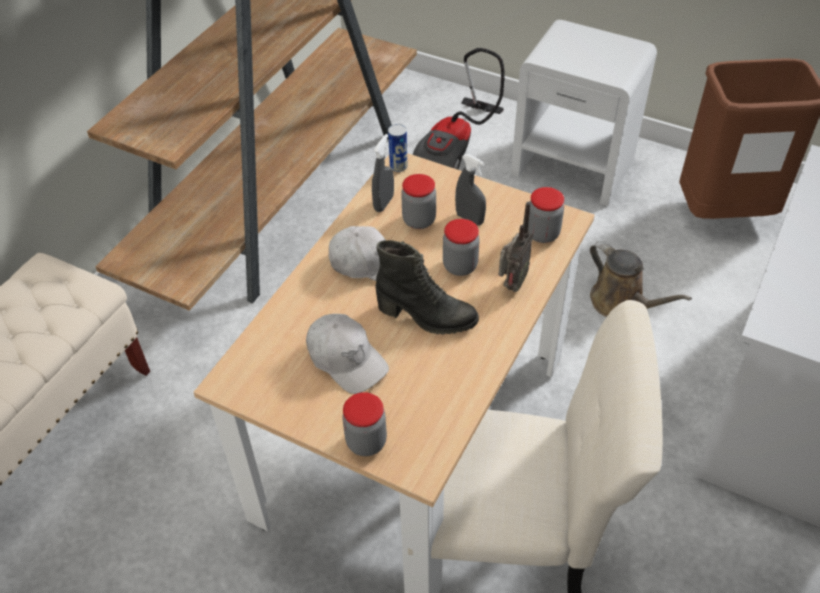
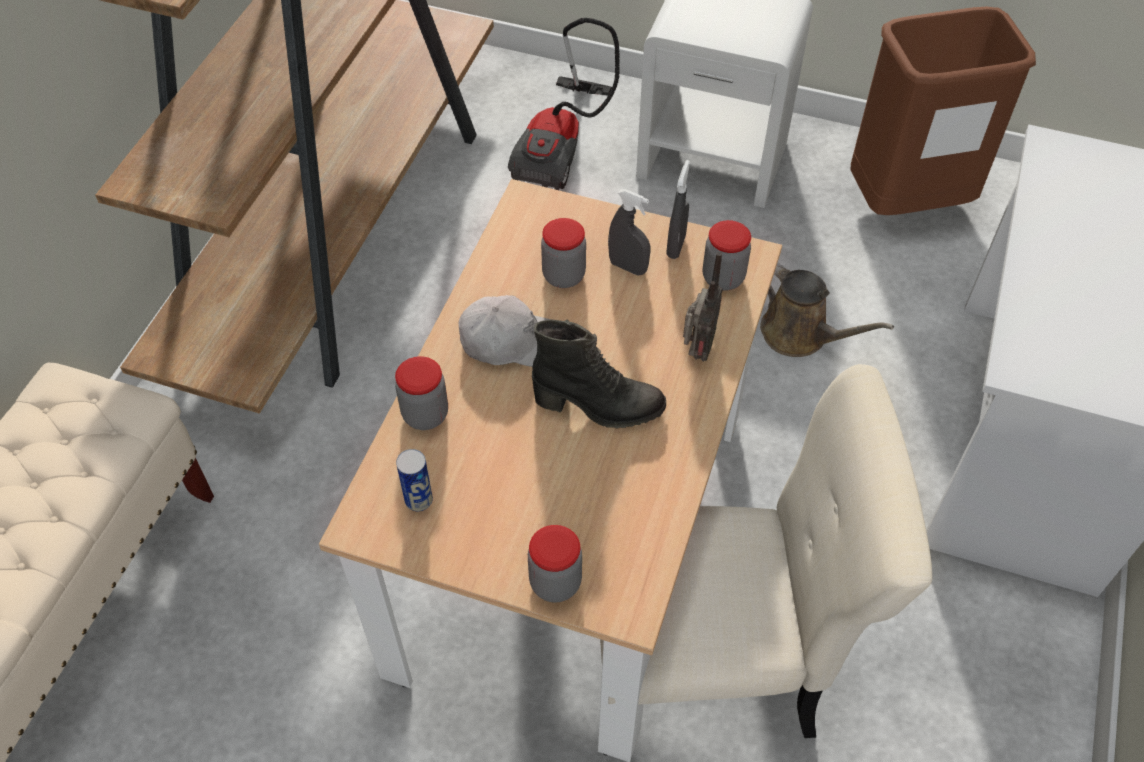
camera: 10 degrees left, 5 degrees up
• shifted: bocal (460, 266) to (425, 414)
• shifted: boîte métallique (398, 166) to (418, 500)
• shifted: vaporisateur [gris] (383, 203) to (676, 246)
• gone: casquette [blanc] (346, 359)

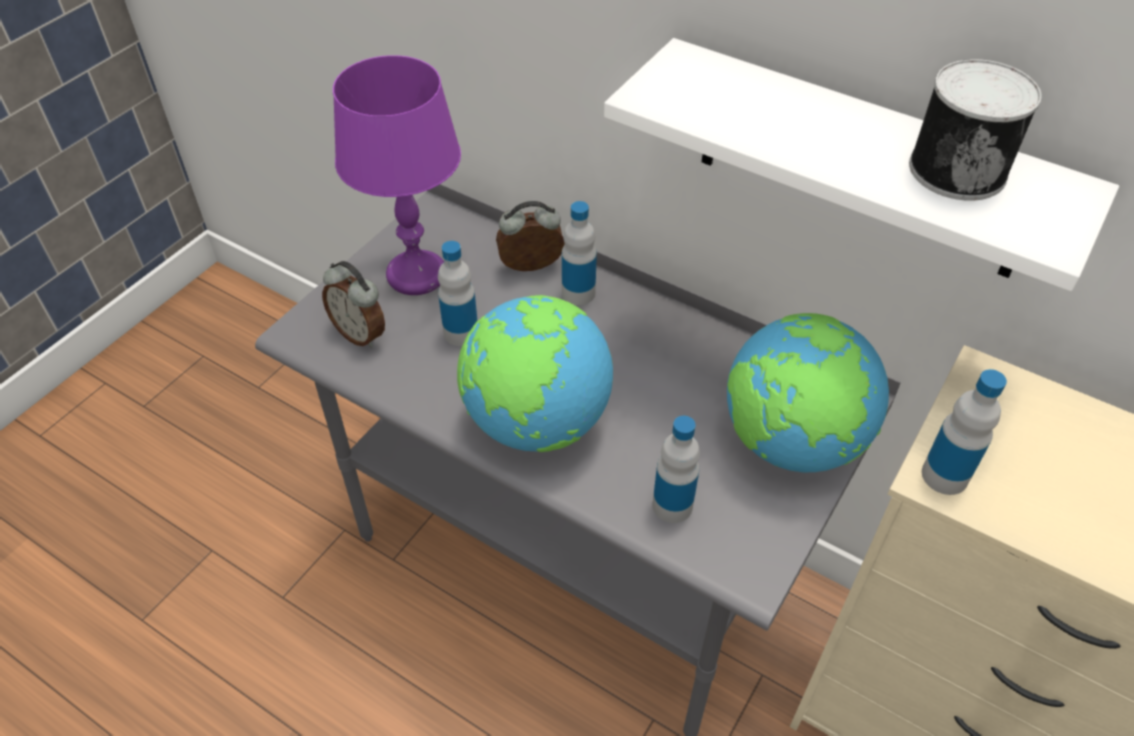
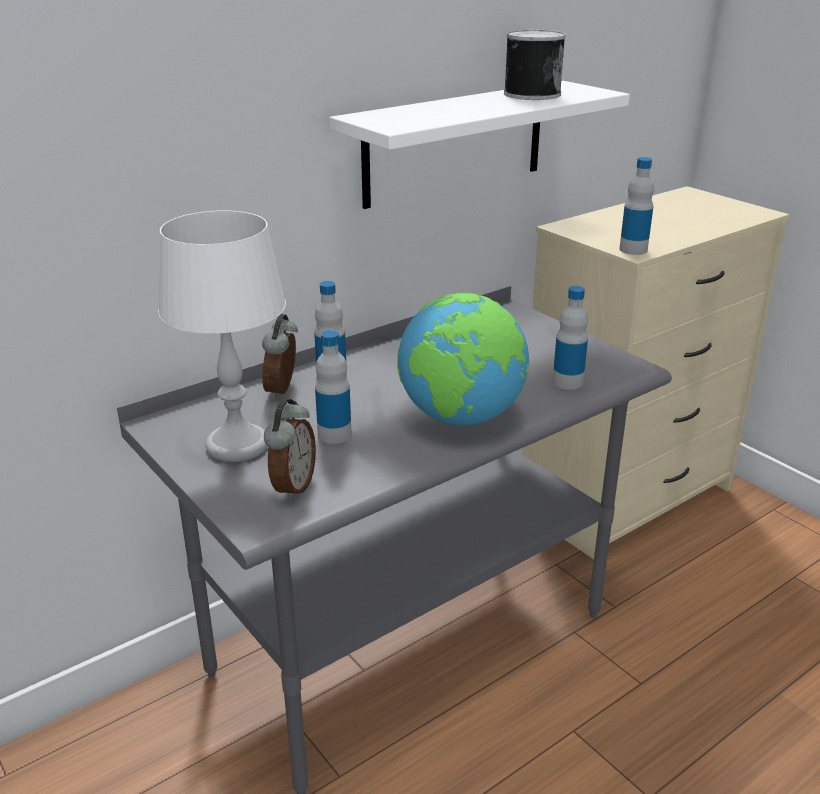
camera: 70 degrees left, 20 degrees down
• repainted: lampe de table [violet] (417, 275) to lampe de table [blanc] (238, 445)
• rotated: réveil (361, 334) = (292, 487) 45 degrees counterclockwise
• gone: globe (791, 442)

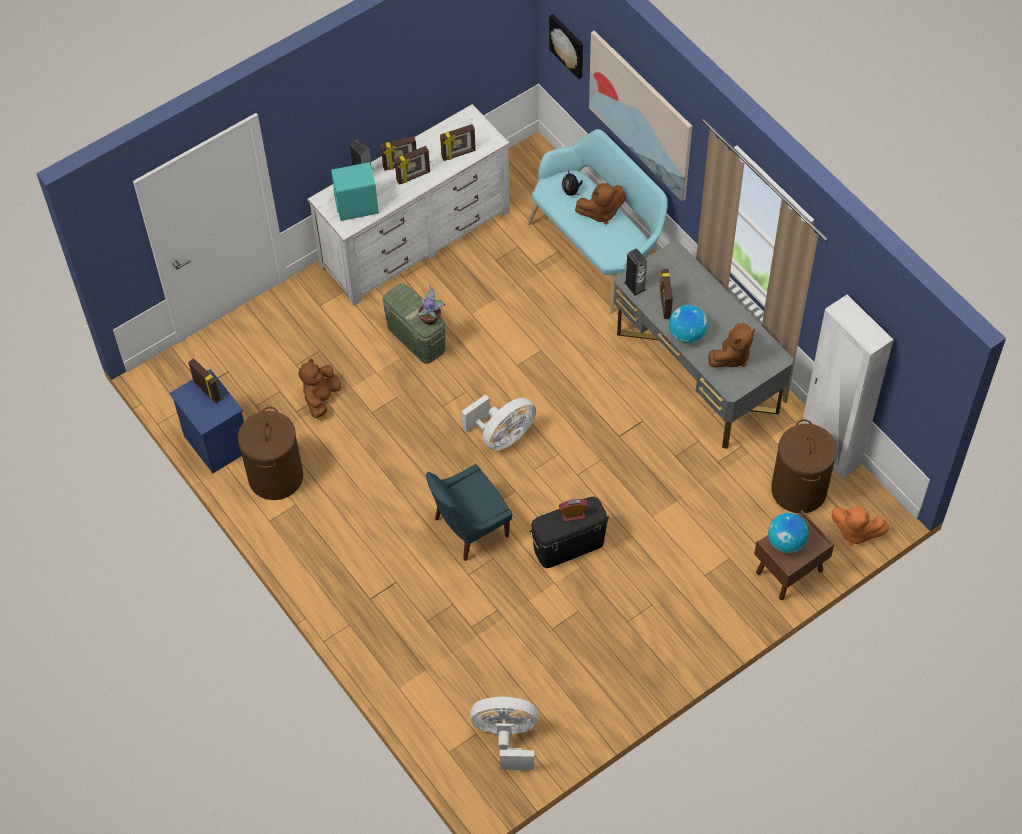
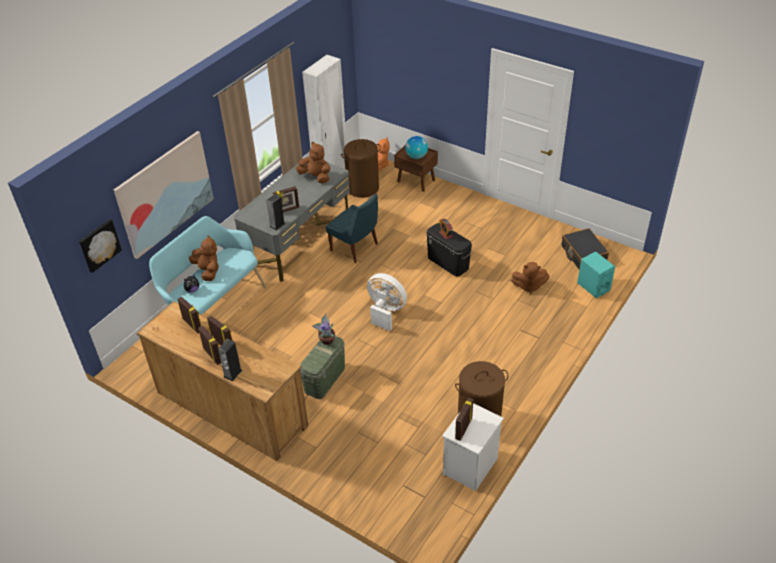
camera: 110 degrees left, 15 degrees down
• repainted: commode [blanc] (415, 238) to commode [marron] (231, 409)
• shifted: chaise [bleu] (468, 529) to (355, 248)
• repainted: table de chevet [bleu] (215, 443) to table de chevet [blanc] (470, 467)
• shifted: peluche [marron] (321, 398) to (529, 286)
• swapped: ventilateur [blanc] (507, 737) to valise [noir] (583, 254)
• shifted: enceinte [turquoise] (357, 206) to (593, 287)
• gone: globe (686, 334)

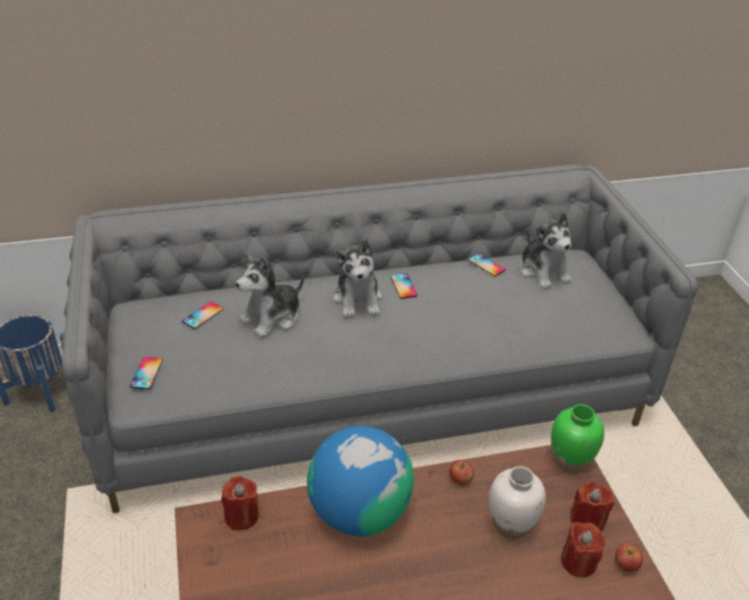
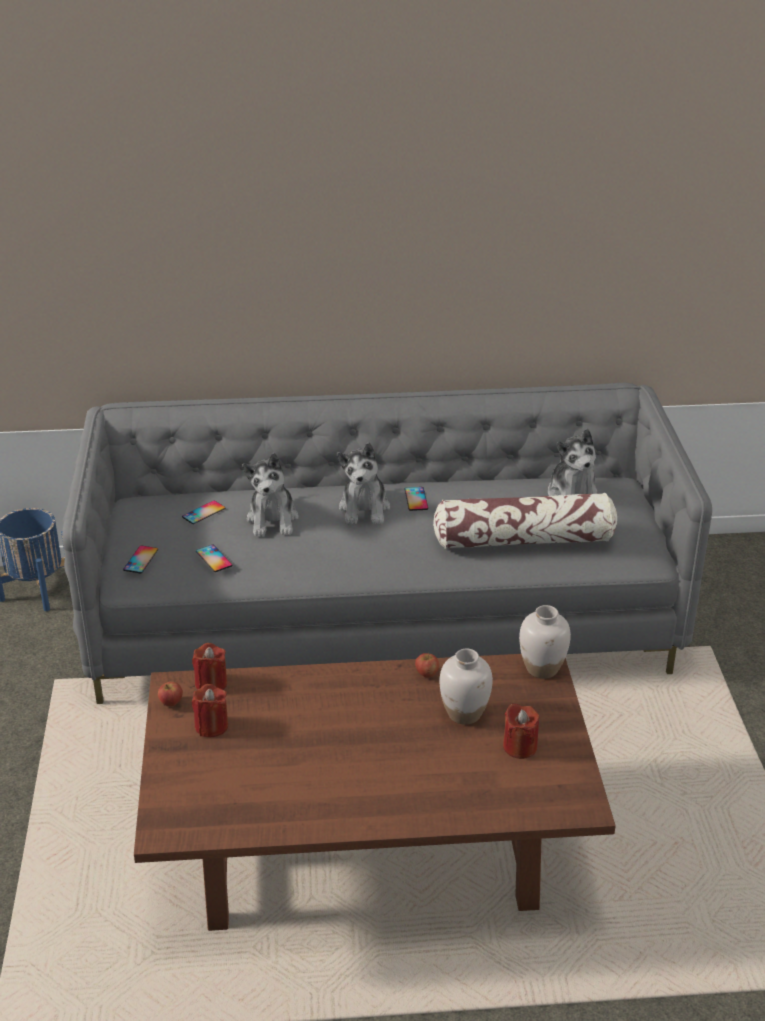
camera: 10 degrees right, 5 degrees down
• shifted: pomme (626, 565) to (171, 703)
• shifted: bougie [rouge] (587, 521) to (211, 726)
• shifted: téléphone (486, 265) to (214, 558)
• rotated: peluche (272, 318) = (273, 519) 60 degrees counterclockwise
• new: coussin (524, 540)
• repainted: vase [vert] (570, 462) to vase [blanc] (542, 669)
• gone: globe (359, 513)

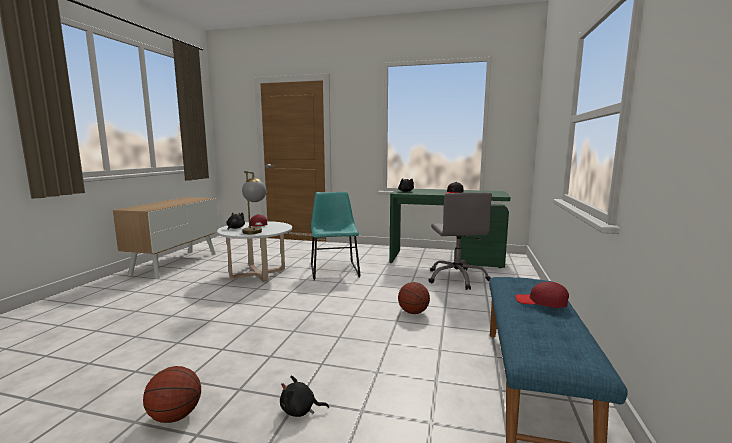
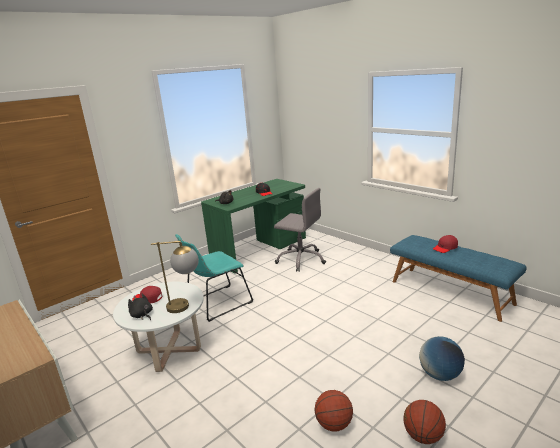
camera: 55 degrees left, 10 degrees up
• rotated: chaise [turquoise] (334, 269) = (217, 303) 60 degrees counterclockwise
• shifted: ballon de basket (413, 312) to (334, 424)
• swapped: peluche [noir] (300, 410) to globe (440, 375)

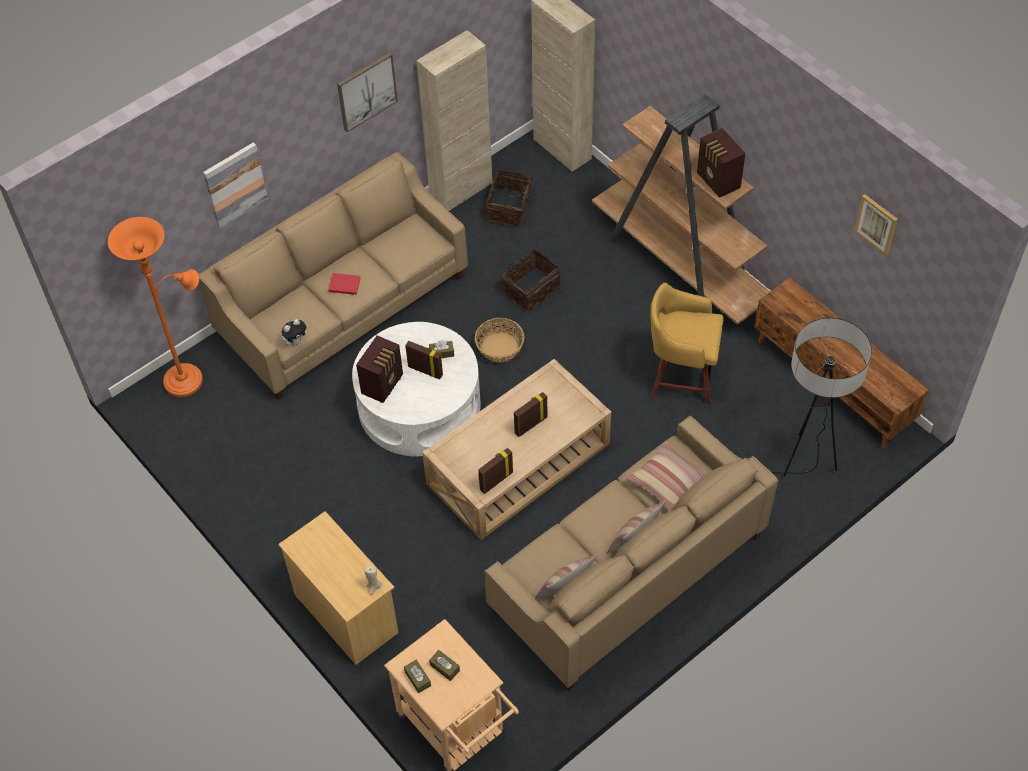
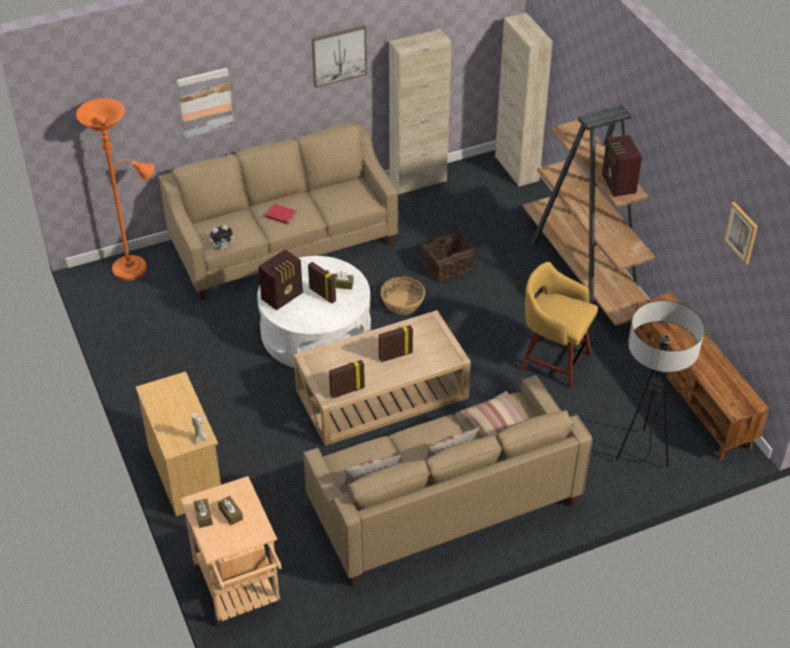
camera: 15 degrees right, 10 degrees down
• gone: panier (509, 208)

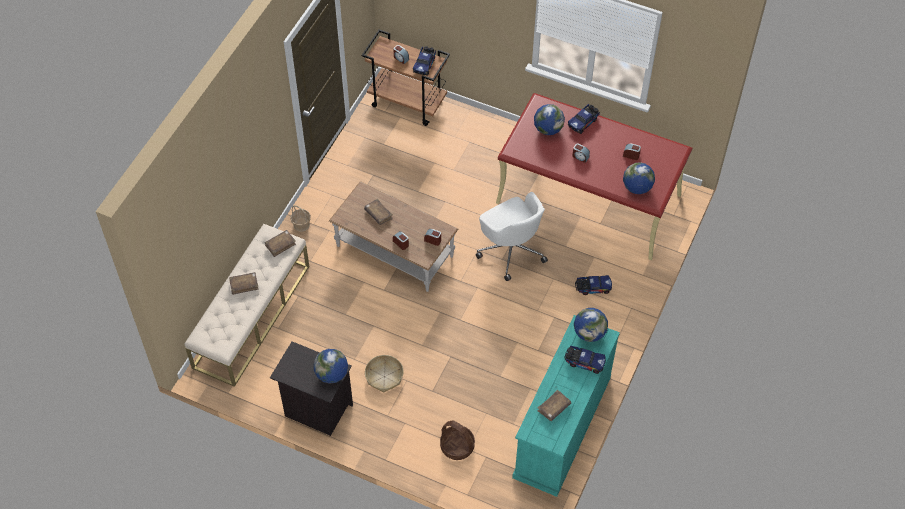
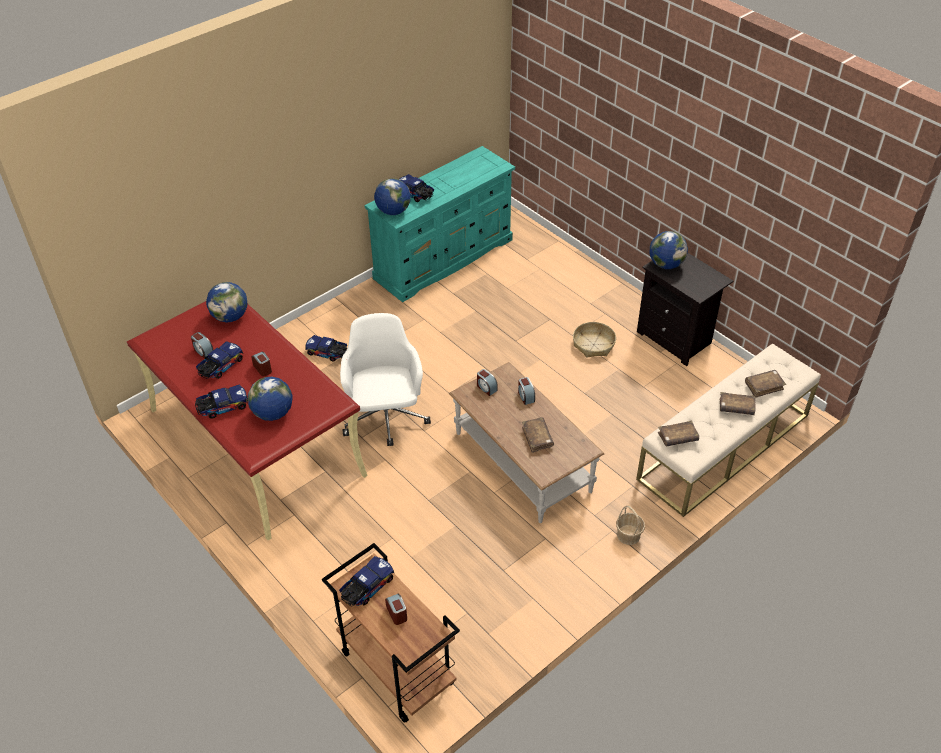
camera: 155 degrees left, 10 degrees down
• new: camion jouet (220, 367)
• shifted: livre [marron] (554, 408) to (764, 386)
• gone: panier (457, 446)

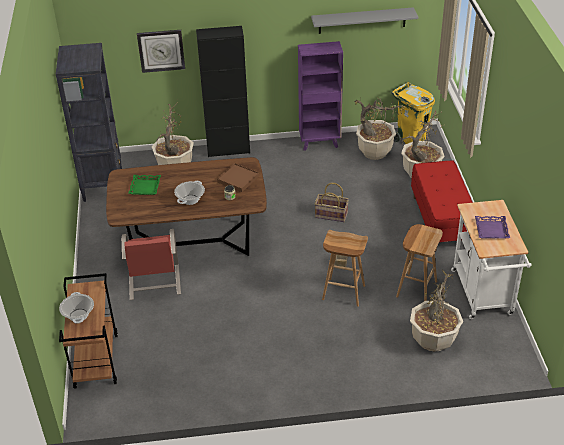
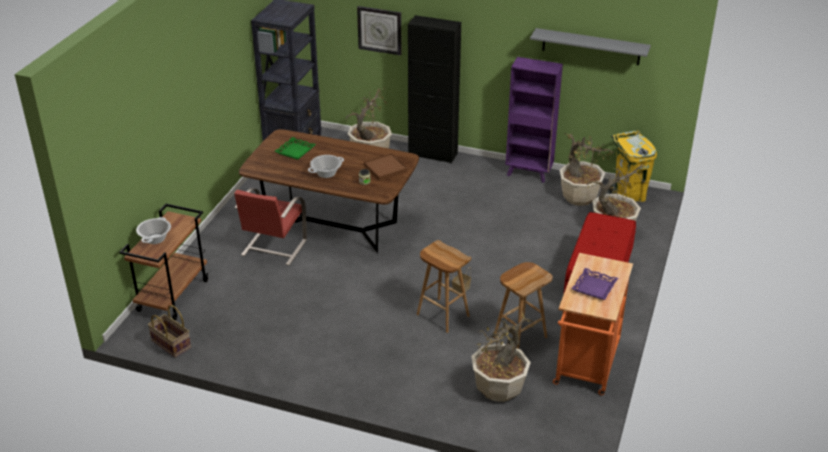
camera: 25 degrees right, 5 degrees down
• shifted: panier (331, 215) to (170, 345)
• repainted: chariot [blanc] (483, 296) to chariot [orange] (586, 367)

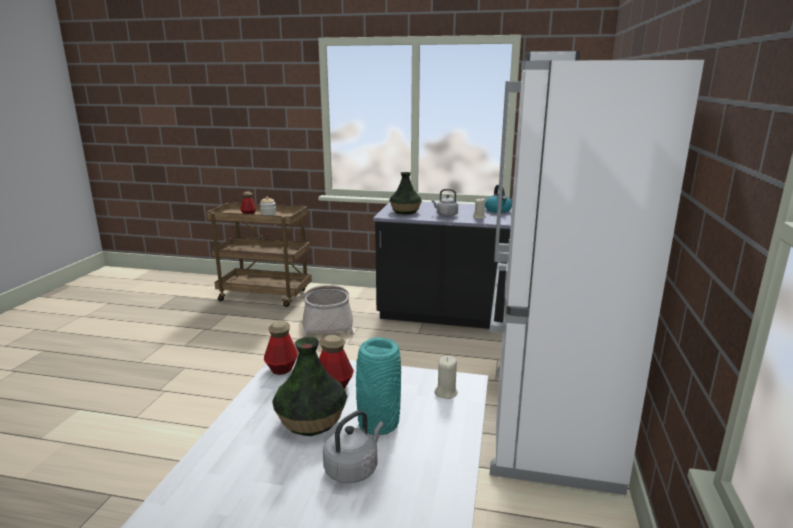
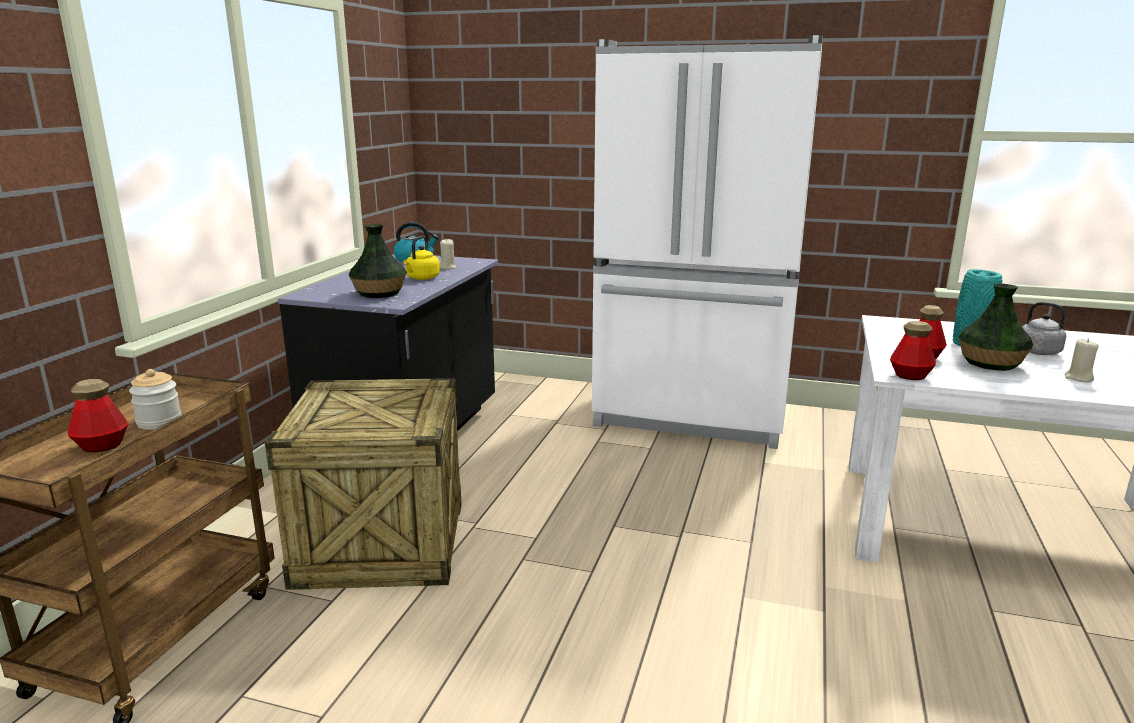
camera: 85 degrees left, 0 degrees up
• swapped: panier (328, 322) to caisse (380, 542)
• repainted: bouilloire [gris] (445, 215) to bouilloire [jaune] (422, 278)
• shifted: bougie [beige] (446, 392) to (1078, 378)

